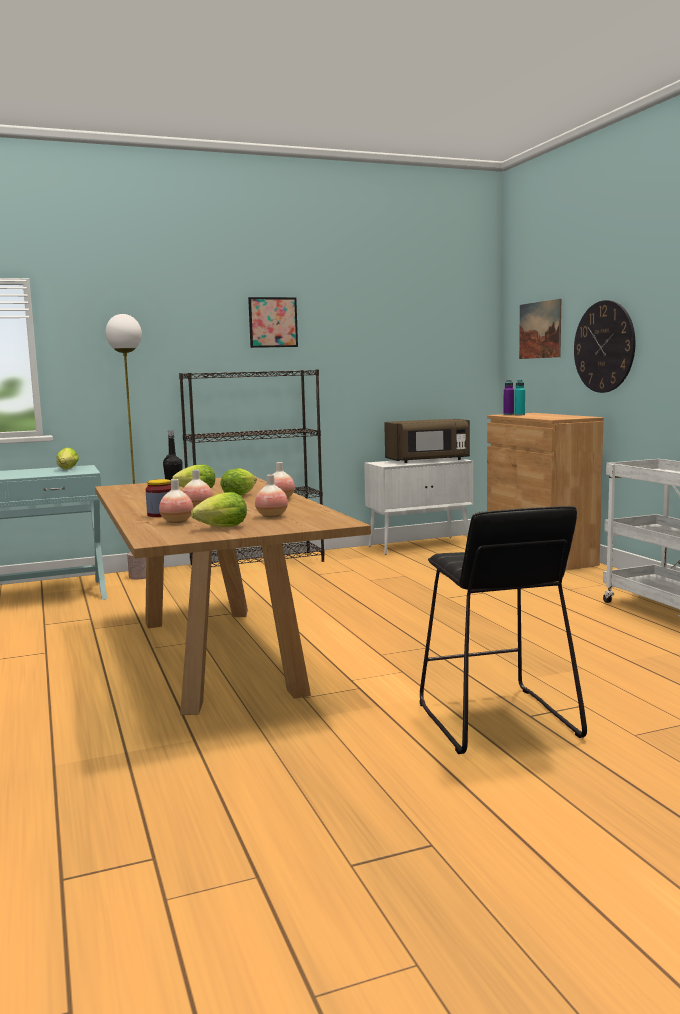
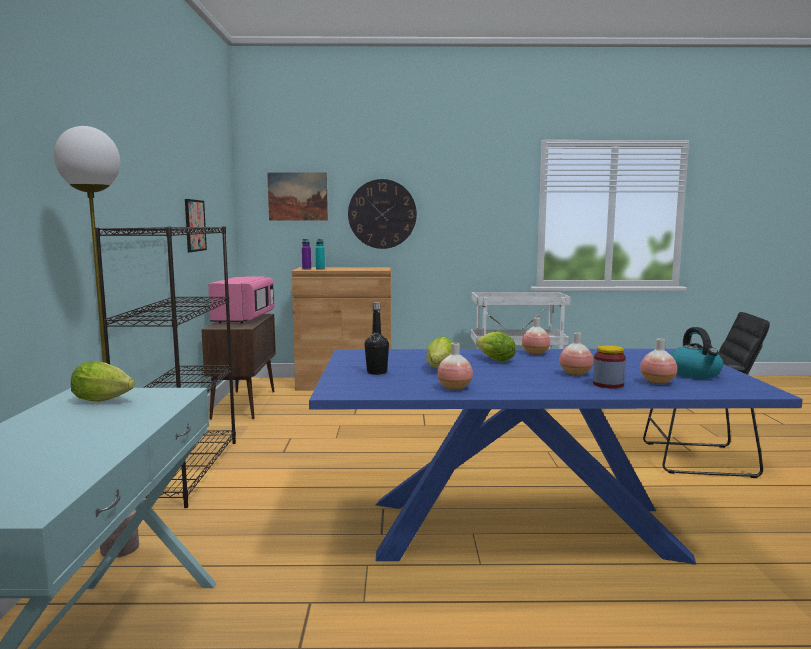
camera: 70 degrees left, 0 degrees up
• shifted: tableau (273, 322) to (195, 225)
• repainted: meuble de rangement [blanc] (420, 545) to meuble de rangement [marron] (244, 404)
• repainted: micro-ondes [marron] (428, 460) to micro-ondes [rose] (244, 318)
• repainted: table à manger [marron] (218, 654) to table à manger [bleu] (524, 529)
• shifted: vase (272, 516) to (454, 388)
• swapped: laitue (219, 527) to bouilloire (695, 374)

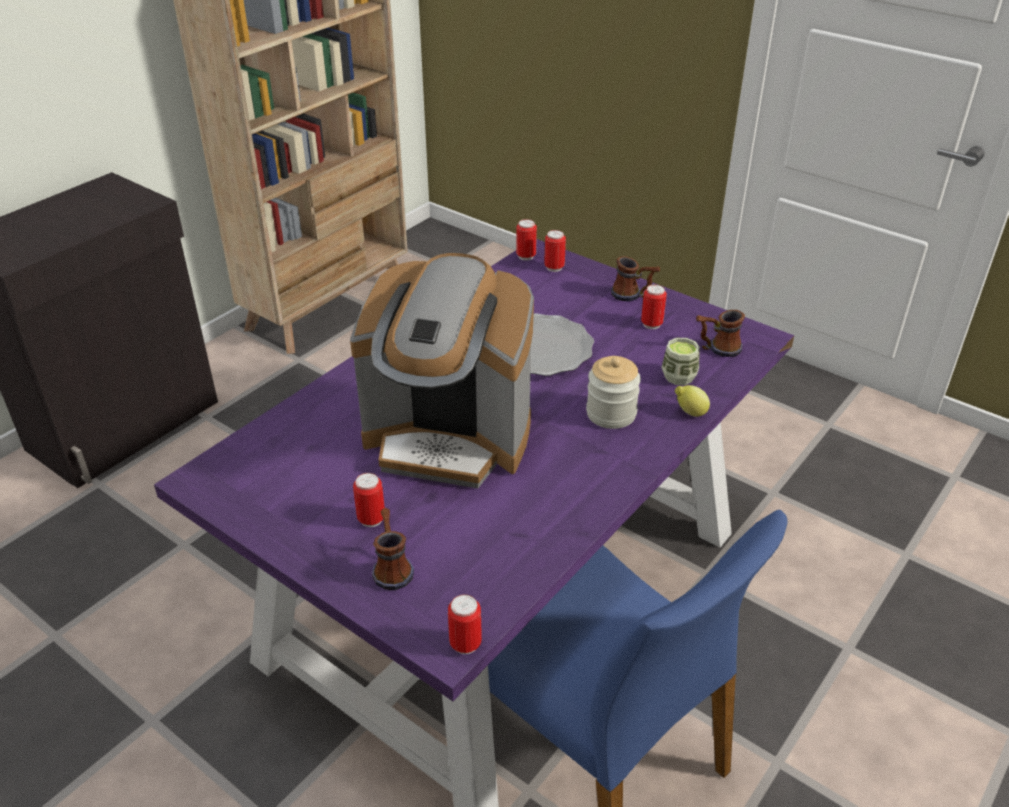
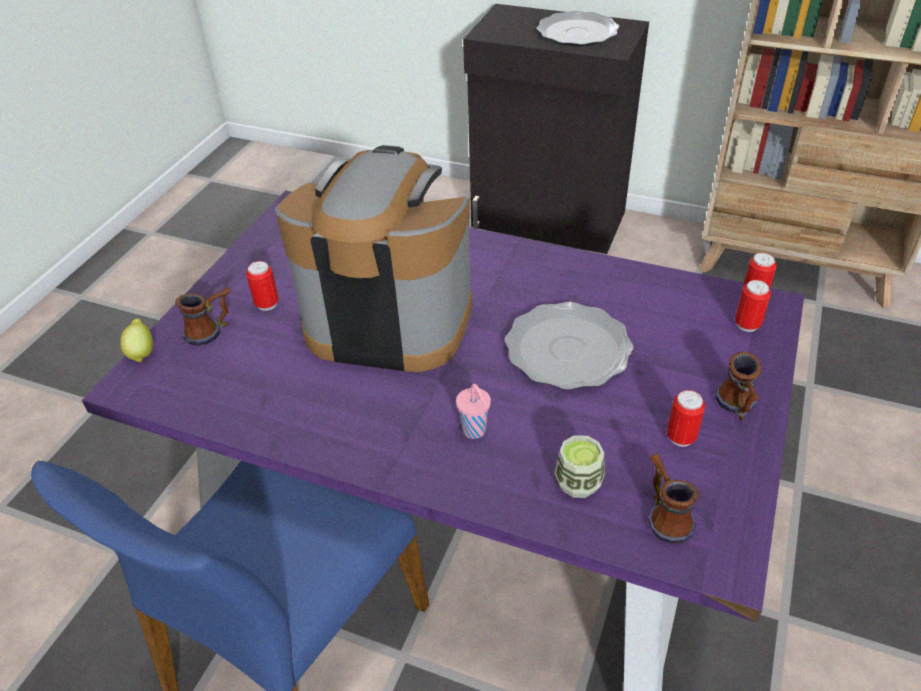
camera: 75 degrees right, 5 degrees up
• shifted: citron (690, 413) to (142, 352)
• rotated: machine à café (449, 438) = (388, 321) 105 degrees clockwise
• swapped: bocal (611, 414) to tasse [rose] (475, 431)
• new: assiette (578, 33)
• gone: boîte métallique (465, 644)

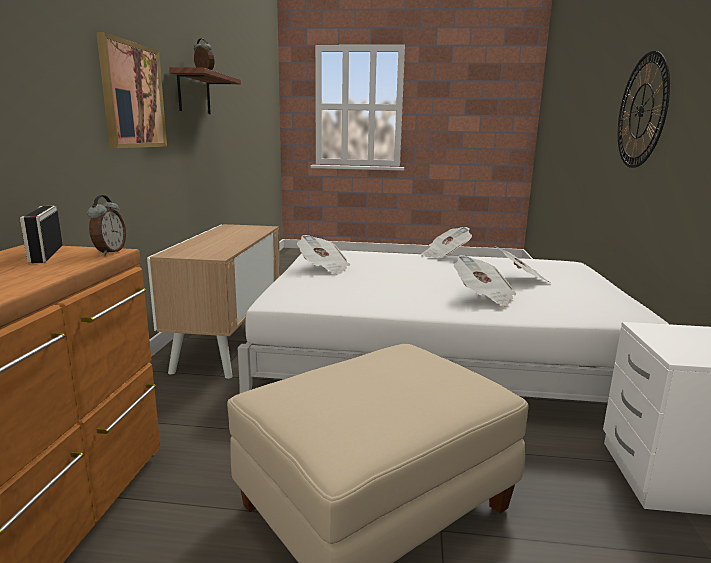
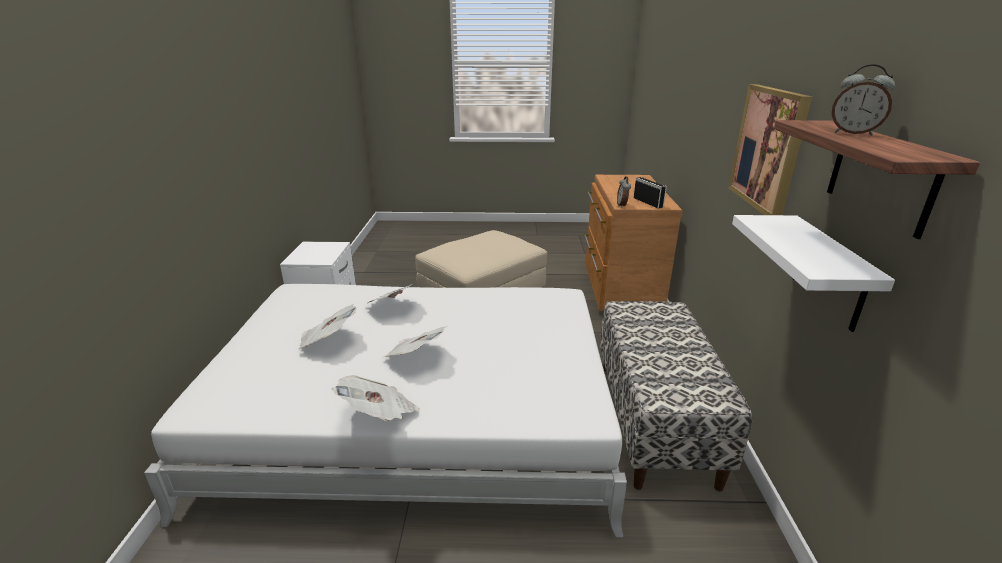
camera: 175 degrees right, 10 degrees up
• shifted: journal (324, 268) to (416, 356)
• swapped: meuble de rangement (229, 343) to banc (653, 420)
• new: étagère [blanc] (829, 273)
• gone: horloge murale (641, 111)

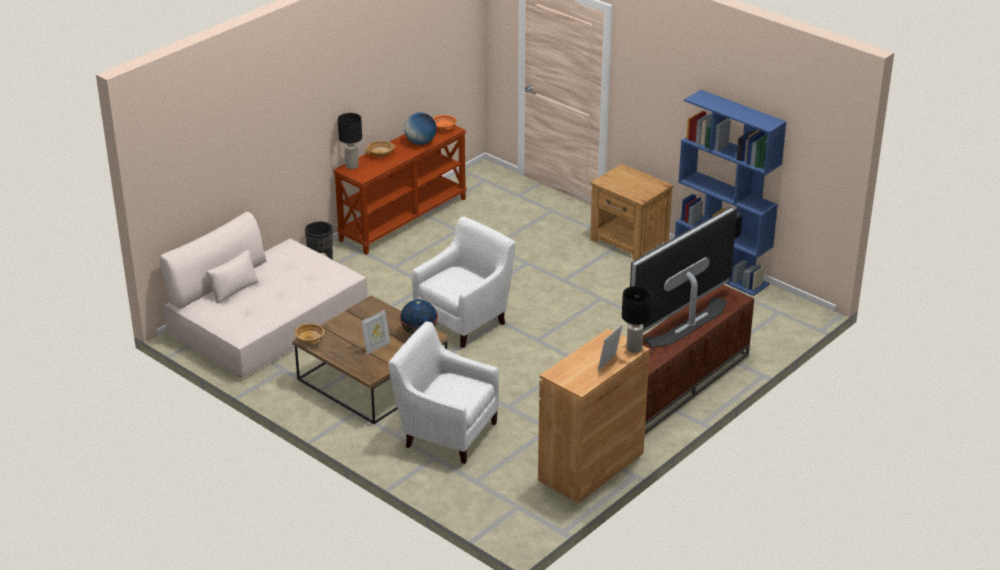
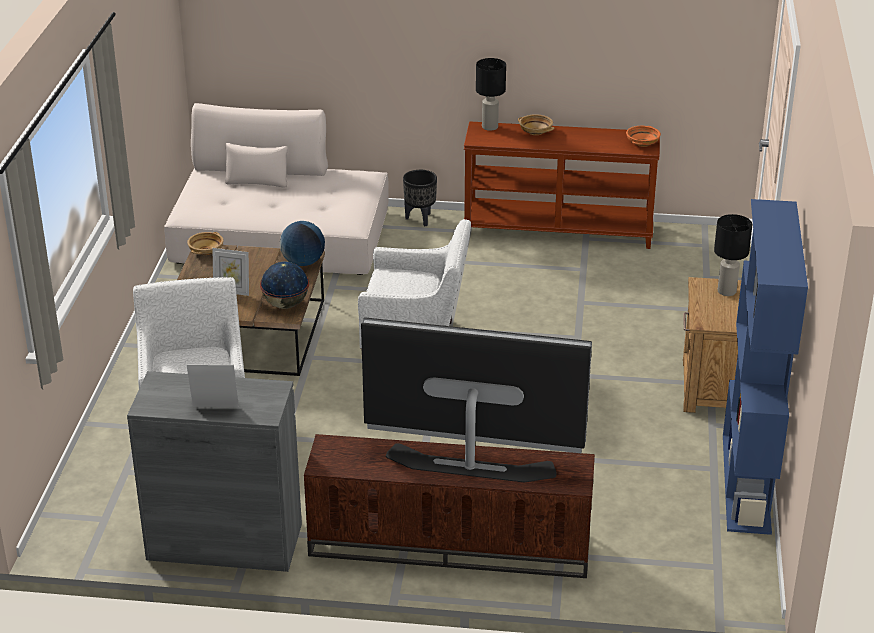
camera: 55 degrees right, 0 degrees up
• repainted: meuble de rangement [marron] (591, 466) to meuble de rangement [gris] (224, 542)
• shifted: globe (420, 142) to (303, 262)
• shifted: lampe de table [noir] (633, 349) to (726, 291)

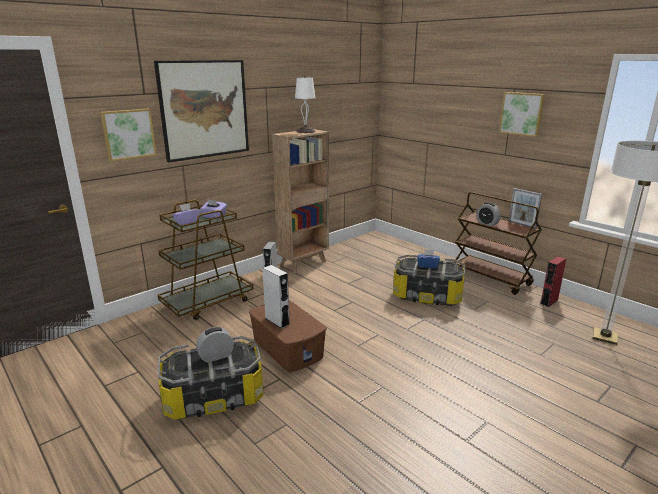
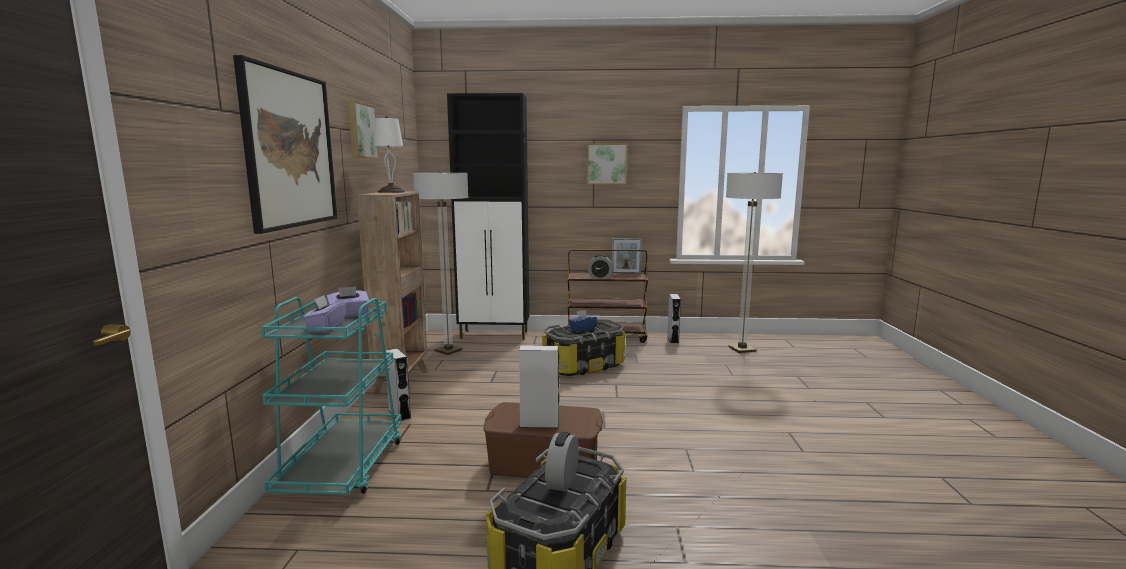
camera: 45 degrees left, 10 degrees down
• repainted: chariot [marron] (208, 302) to chariot [turquoise] (343, 467)
• shifted: tableau (128, 134) to (361, 130)
• new: lampadaire (448, 351)
• new: meuble de rangement [noir] (495, 335)
• repainted: enceinte [rouge] (549, 301) to enceinte [gris] (673, 340)

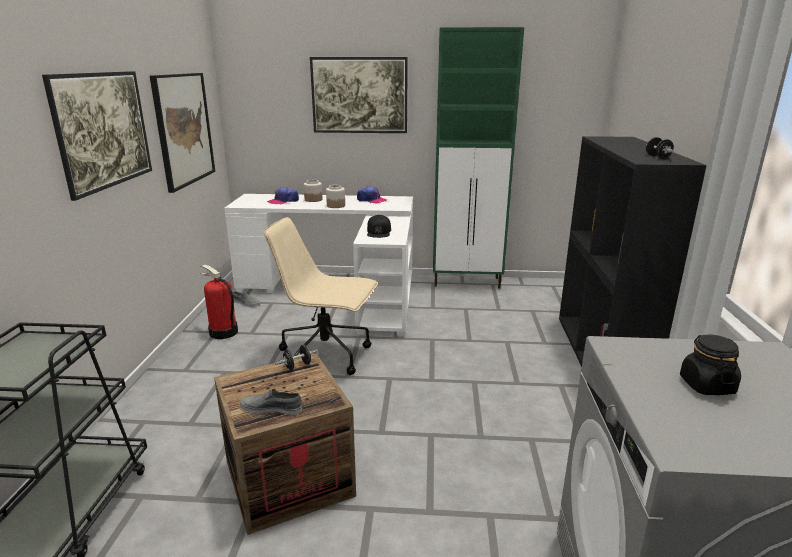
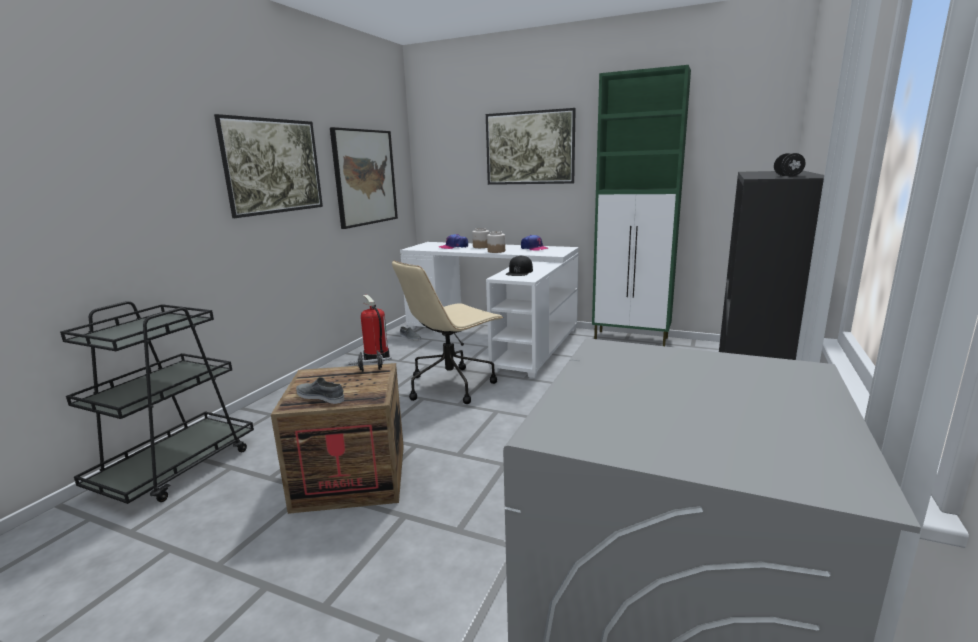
camera: 20 degrees right, 5 degrees down
• rotated: chaise de bureau [beige] (327, 355) = (451, 385) 75 degrees counterclockwise
• gone: bocal [noir] (706, 385)

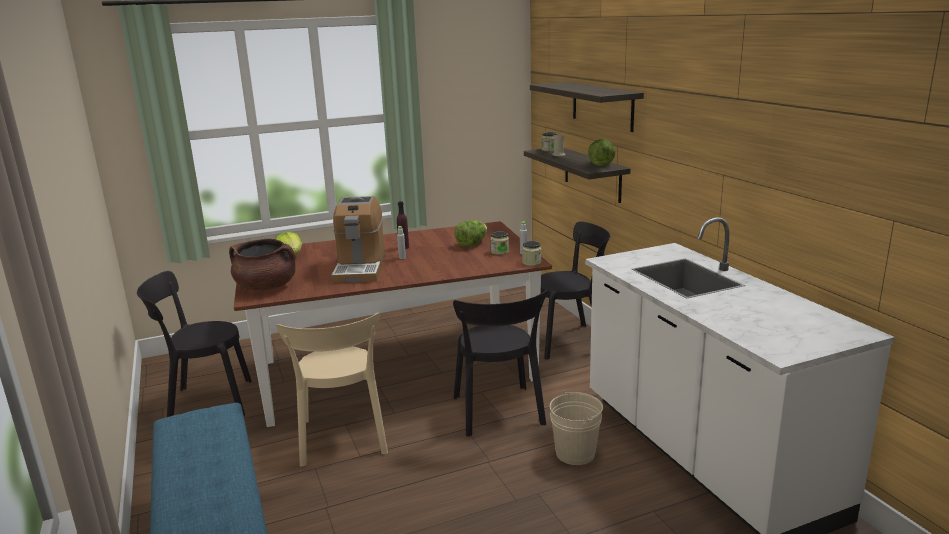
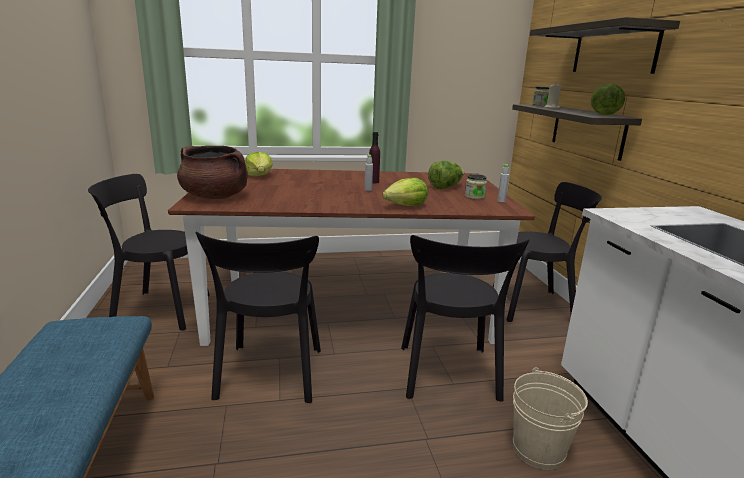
camera: 10 degrees right, 0 degrees up
• repainted: chaise [beige] (343, 440) to chaise [noir] (269, 376)
• new: laitue (406, 206)
• gone: machine à café (360, 268)
• gone: bocal (531, 262)

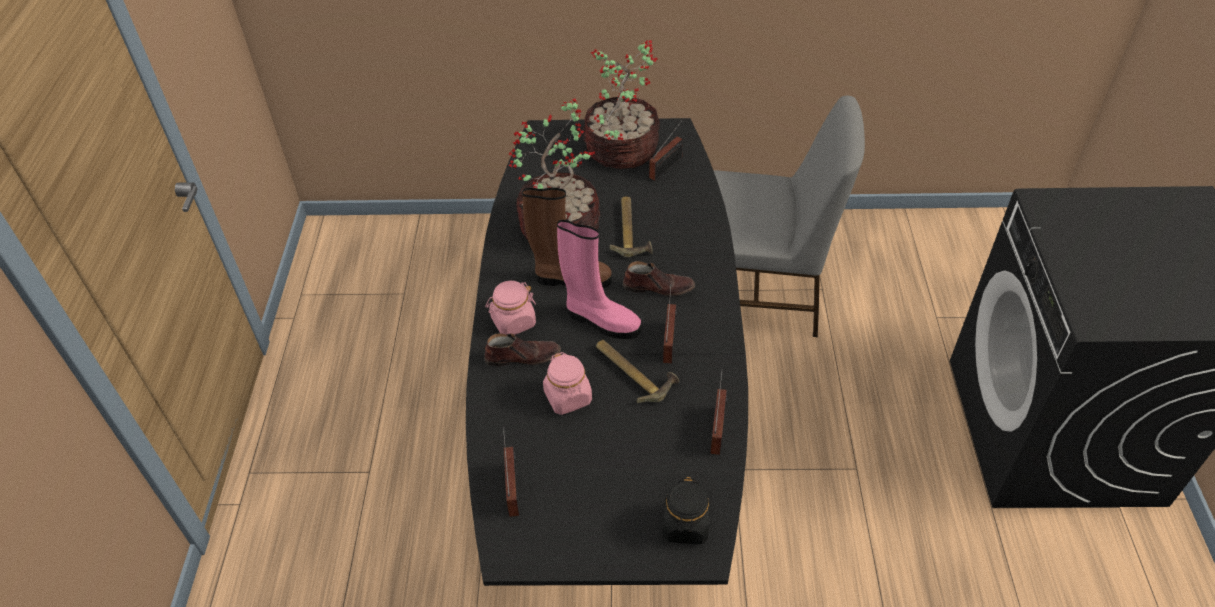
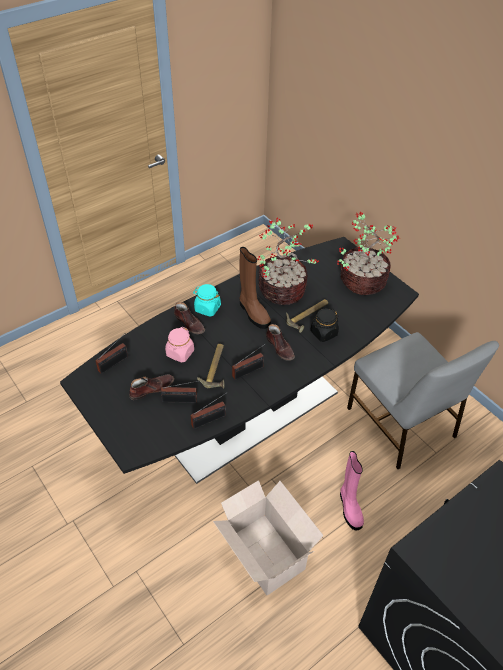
camera: 50 degrees right, 0 degrees up
• new: chaussure [marron] (151, 388)
• shifted: radio (668, 166) to (181, 400)
• repainted: bocal [rose] (513, 322) to bocal [turquoise] (207, 308)
• new: carton (265, 551)
• shifted: bocal [noir] (685, 525) to (323, 333)
• shifted: botte [rose] (600, 320) to (349, 507)

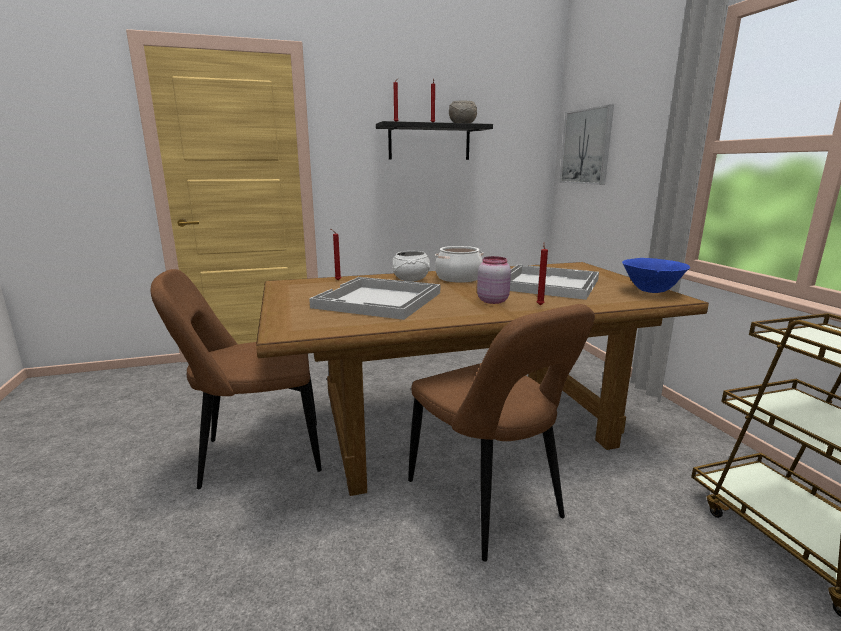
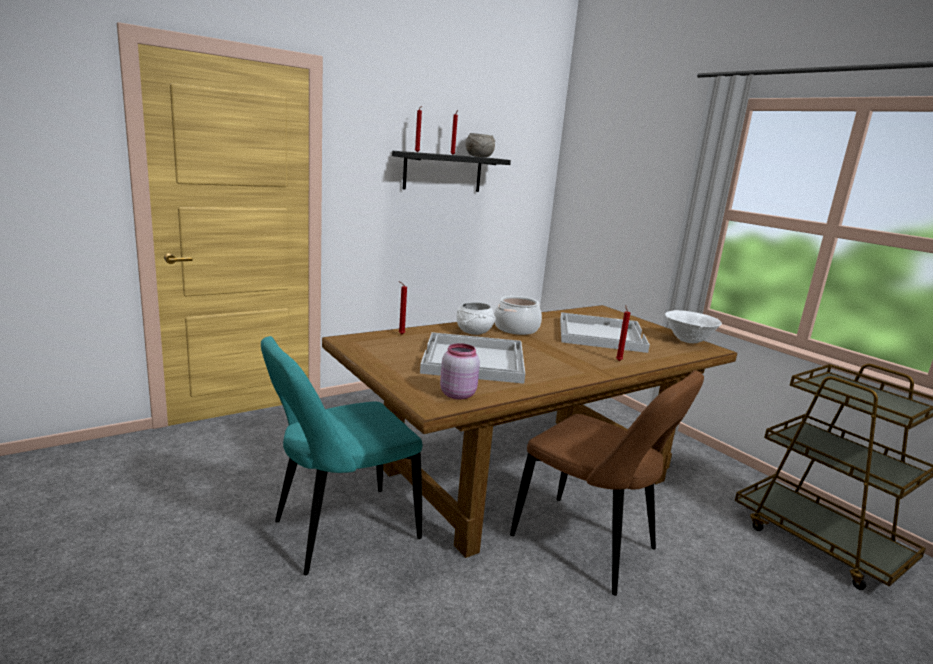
camera: 20 degrees left, 0 degrees up
• repainted: chaise [marron] (255, 456) to chaise [turquoise] (340, 531)
• shifted: bocal [rose] (492, 300) to (457, 394)
• repainted: bol [bleu] (652, 291) to bol [blanc] (688, 341)
• gone: tableau (586, 146)

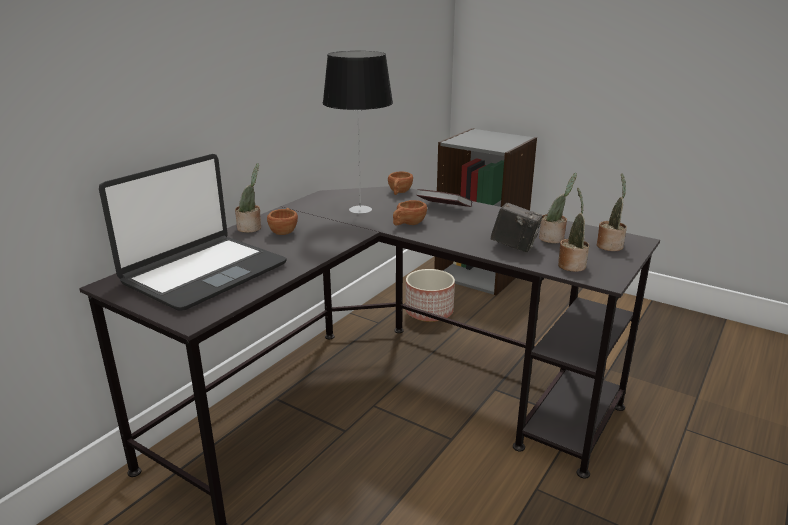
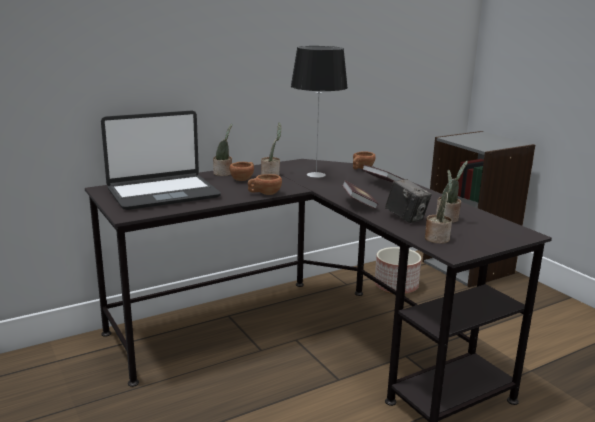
camera: 25 degrees right, 5 degrees down
• shifted: tasse [marron] (408, 224) to (264, 194)
• shifted: plante en pot (610, 245) to (271, 174)
• new: livre (359, 204)

